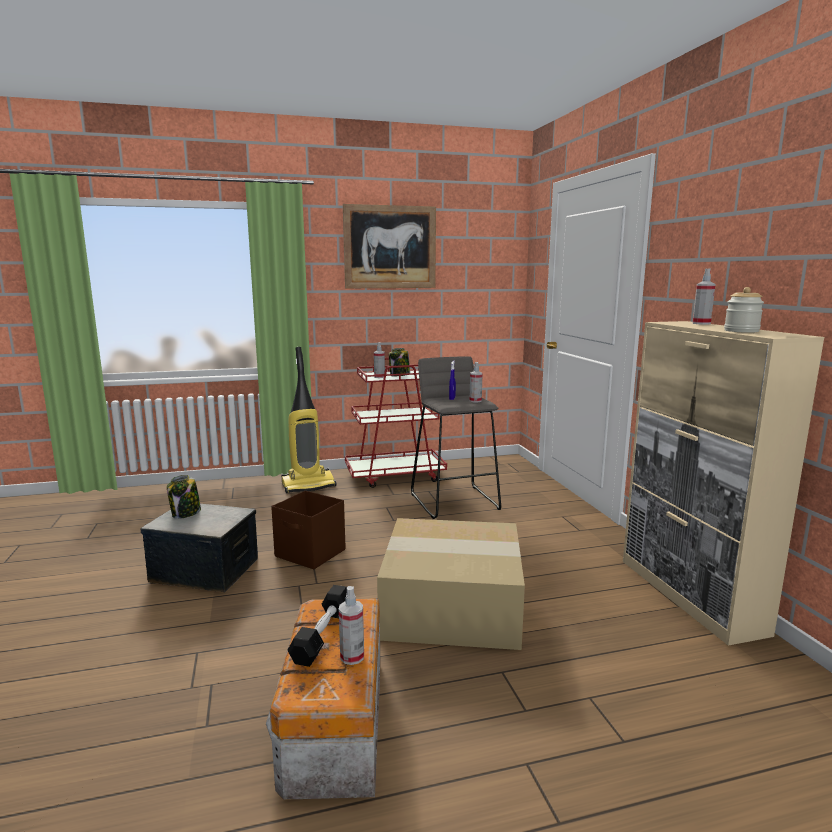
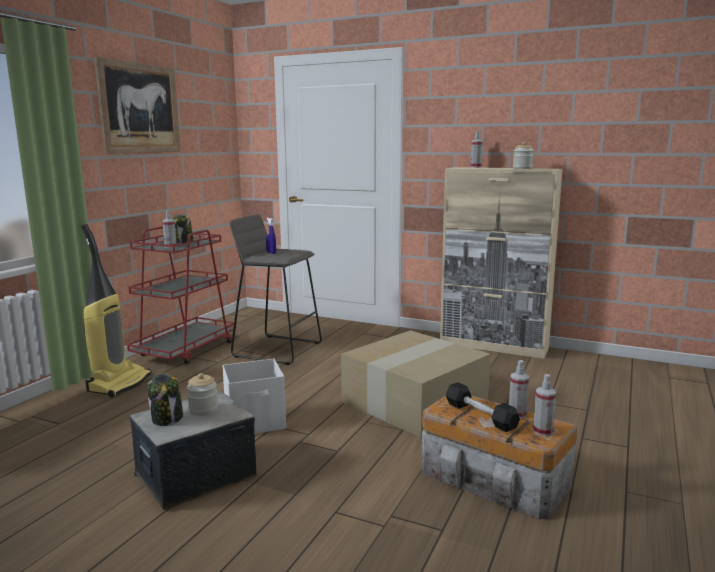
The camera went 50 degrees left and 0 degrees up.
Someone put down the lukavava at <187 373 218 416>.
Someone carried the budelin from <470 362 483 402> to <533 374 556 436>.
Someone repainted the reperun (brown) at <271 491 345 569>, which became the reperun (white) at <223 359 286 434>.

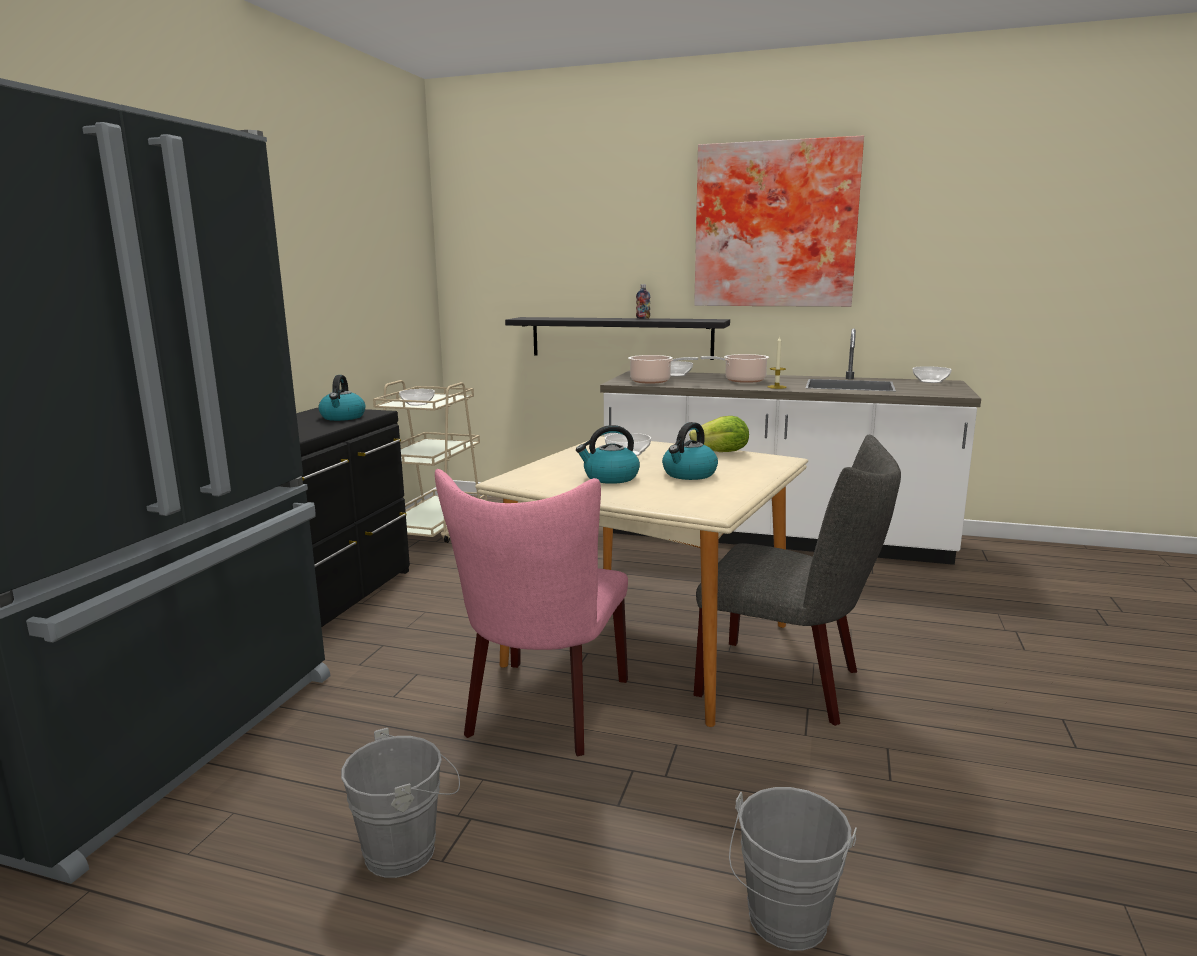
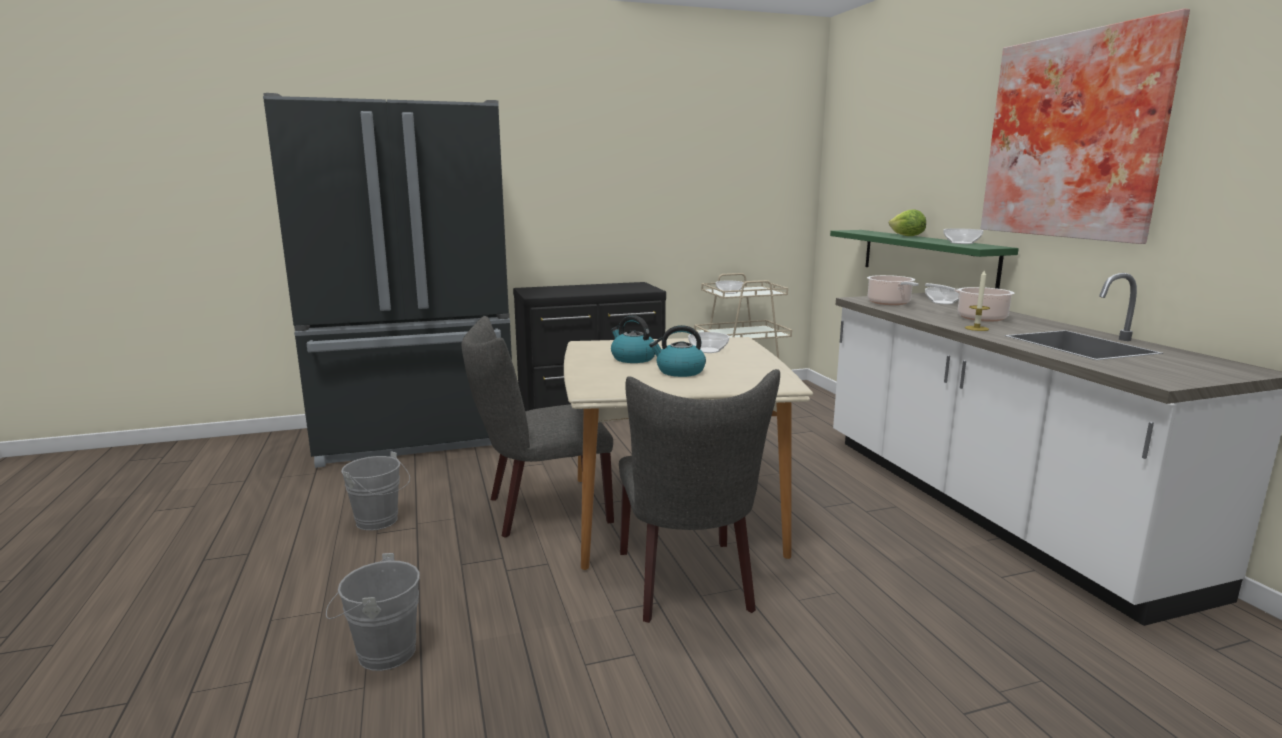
The camera went 55 degrees right and 0 degrees up.
Someone took away the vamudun at <318 375 365 421>.
Someone took away the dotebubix at <636 284 650 319>.
Someone carried the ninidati from <689 416 749 452> to <889 210 926 236>.
Someone carried the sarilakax from <913 366 952 383> to <943 228 984 244>.
Someone repainted the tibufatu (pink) at <435 469 628 756>, which became the tibufatu (grey) at <462 316 614 538>.
Someone repainted the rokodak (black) at <505 317 730 360>, which became the rokodak (green) at <830 230 1019 289>.

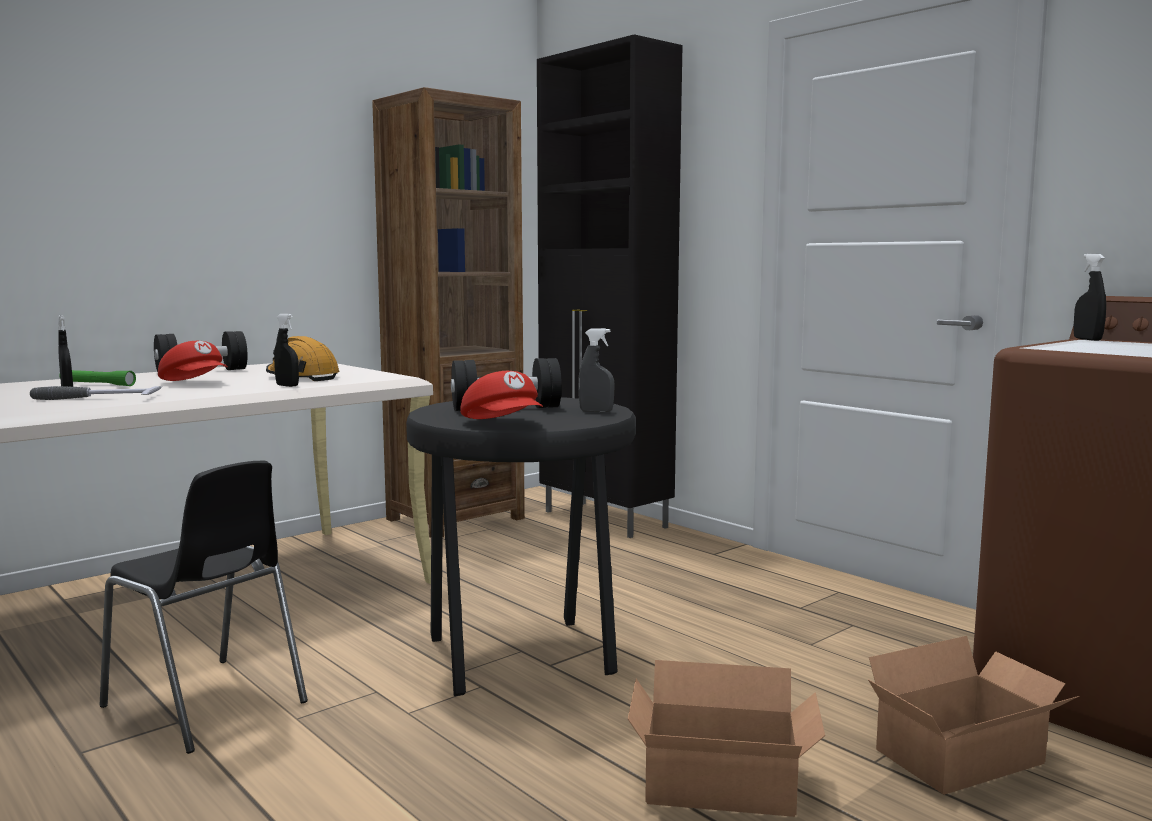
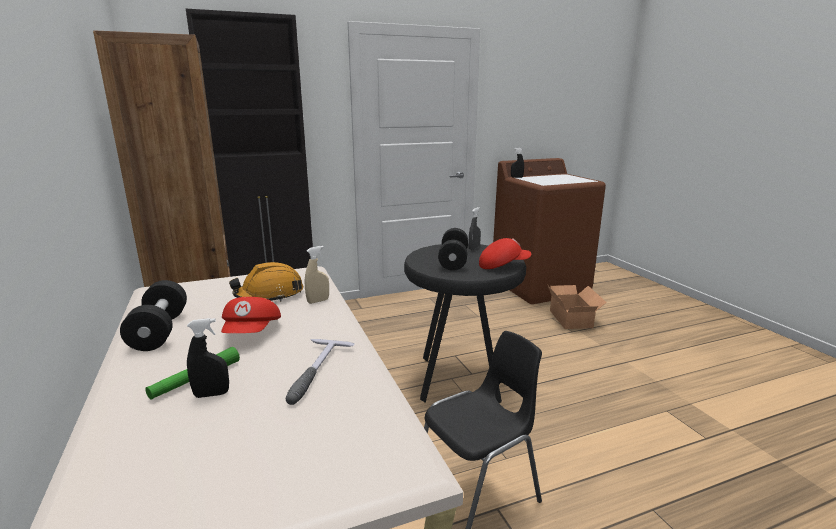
The camera went 70 degrees left and 10 degrees up.
Someone took away the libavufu at <628 660 825 817>.
Someone repainted the budelin (black) at <274 314 299 387>, which became the budelin (beige) at <305 246 329 304>.
Someone rotated the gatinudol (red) at <158 341 228 381> by 120 degrees clockwise.

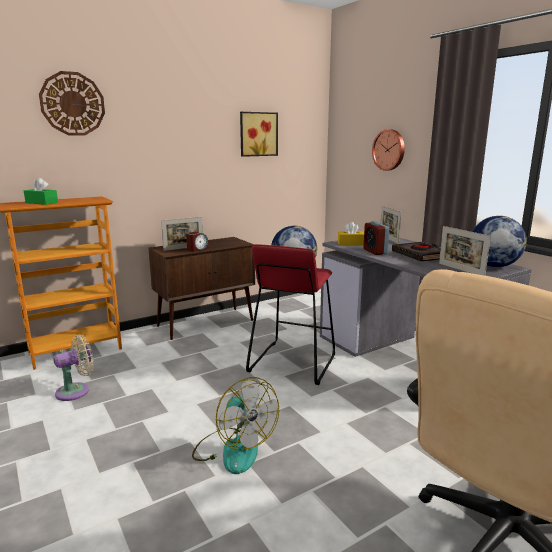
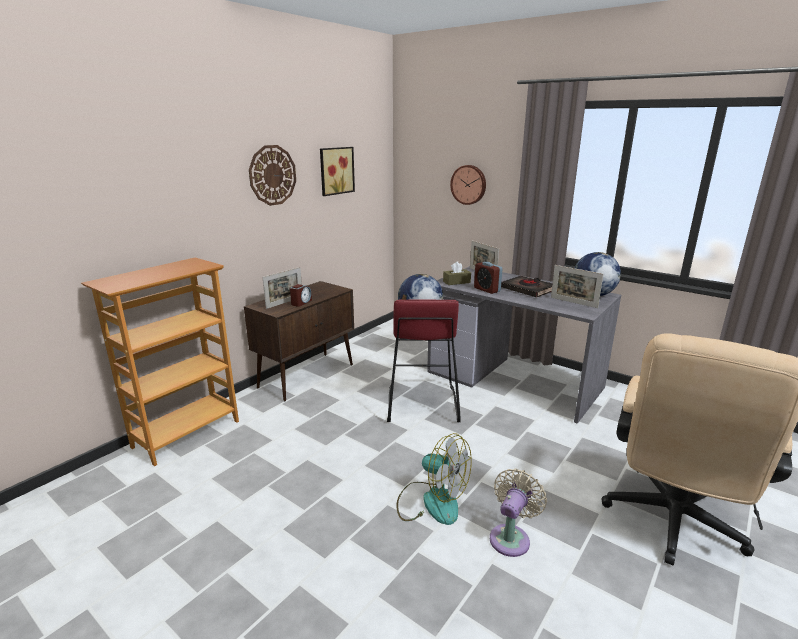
The camera went 20 degrees left and 5 degrees up.
Someone took away the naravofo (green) at <24 178 58 205>.
Someone carried the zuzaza from <39 71 105 135> to <249 145 296 206>.
Someone carried the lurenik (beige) from <53 335 94 401> to <490 468 547 557>.
Someone repainted the naravofo (yellow) at <338 222 364 246>, which became the naravofo (brown) at <443 261 471 285>.

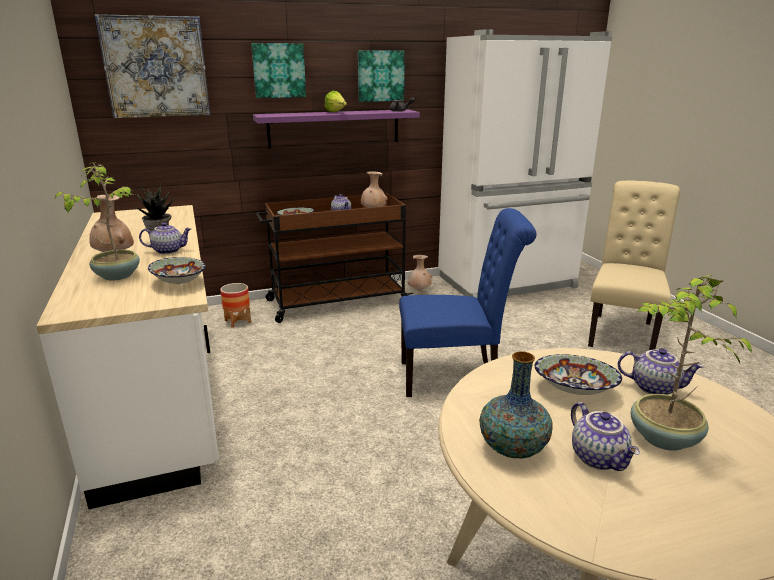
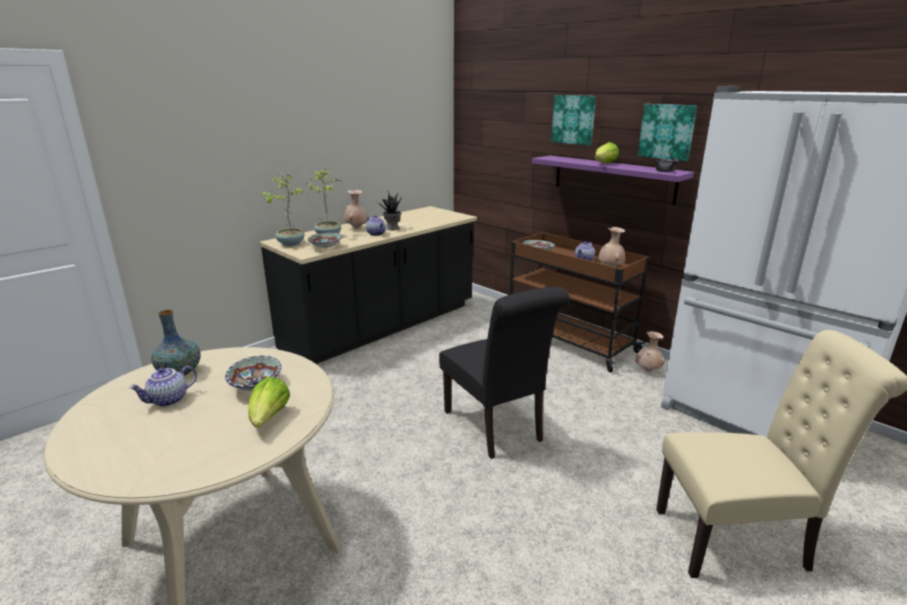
The camera went 65 degrees right and 0 degrees up.
Someone took away the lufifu at <95 14 211 118>.
Someone took away the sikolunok at <220 283 251 328>.
Someone carried the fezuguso from <631 275 752 451> to <262 174 305 246>.
Someone swapped the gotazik at <618 348 704 395> for the ninidati at <248 377 290 428>.
Someone repainted the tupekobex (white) at <37 205 219 510>, which became the tupekobex (black) at <259 206 477 364>.
Someone repainted the tibufatu (blue) at <399 208 537 397>, which became the tibufatu (black) at <439 287 570 459>.

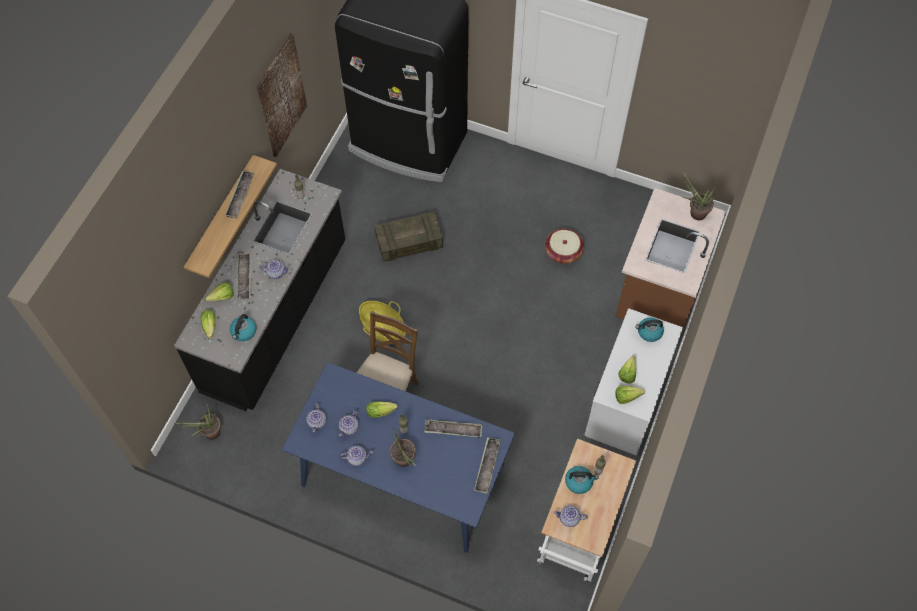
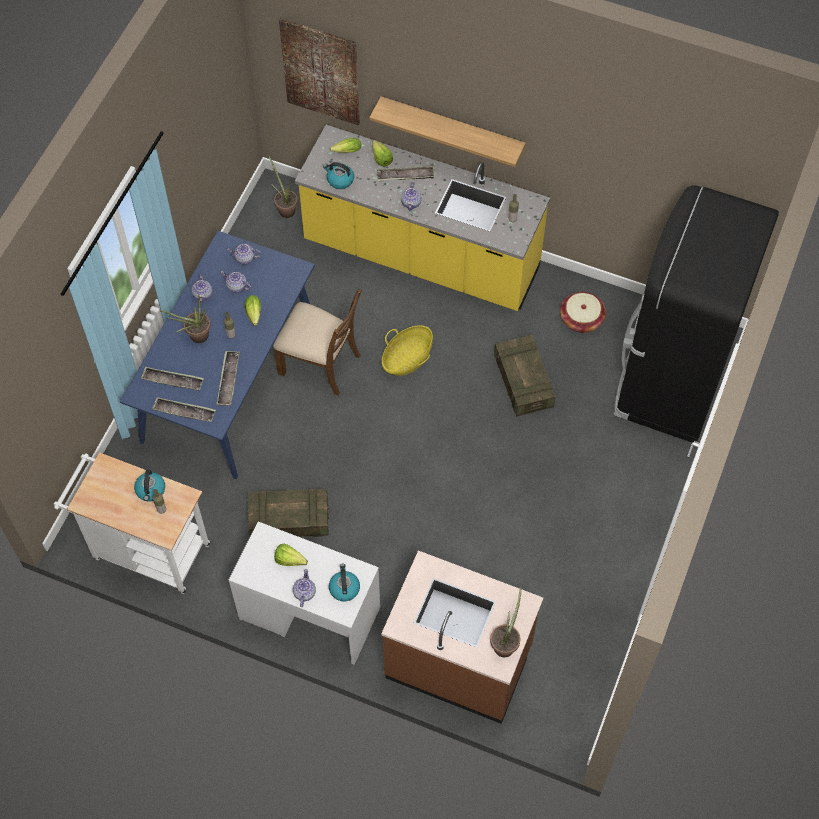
The camera went 90 degrees right and 0 degrees up.
Someone took away the ninidati at <615 386 645 404>.
Someone put down the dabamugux at <247 488 329 537>.
Someone carried the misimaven from <225 170 255 218> to <141 367 204 390>.
Someone carried the lufifu from <256 33 307 157> to <279 18 360 125>.
Someone carried the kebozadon from <545 229 584 264> to <560 292 606 333>.
Someone carried the gotazik from <553 505 588 527> to <293 569 316 607>.
Someone repainted the tupekobex (black) at <174 169 345 411>, which became the tupekobex (yellow) at <295 125 550 311>.

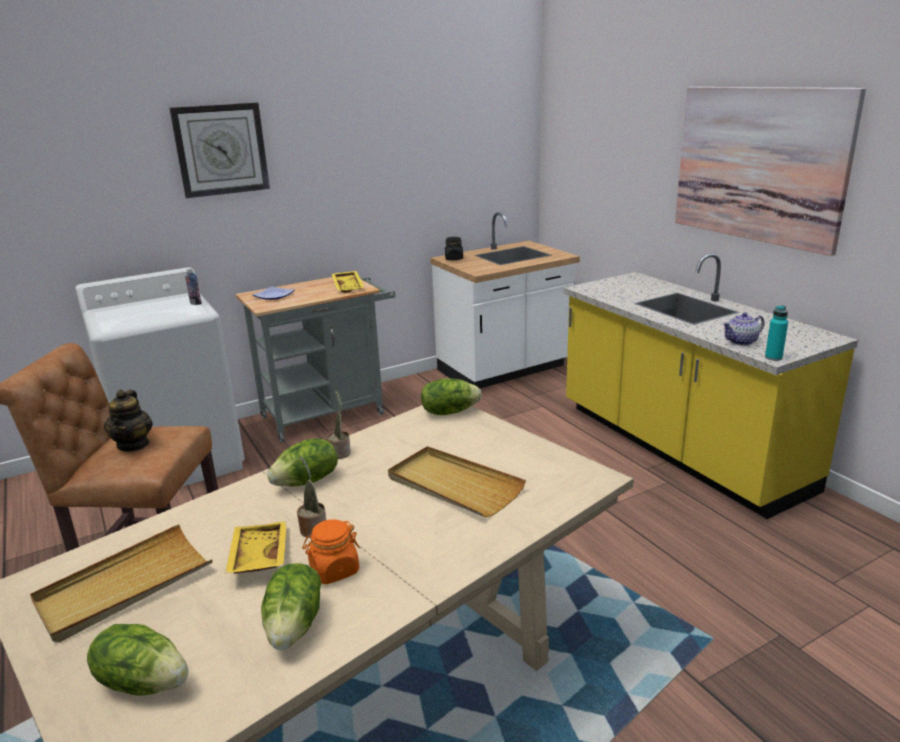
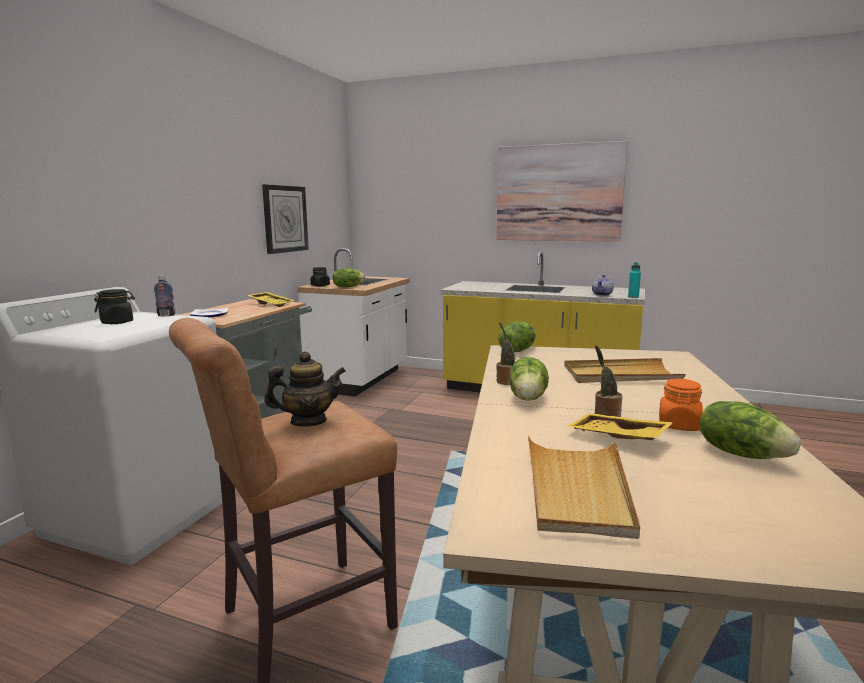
The camera went 40 degrees left and 10 degrees down.
Someone put down the lukavava (black) at <94 289 135 324>.
Someone carried the ninidati from <87 624 189 696> to <333 268 366 287>.
Someone carried the zuzaza from <169 103 270 198> to <262 184 309 254>.
Someone rotated the gotazik at <104 390 153 452> by 60 degrees counterclockwise.

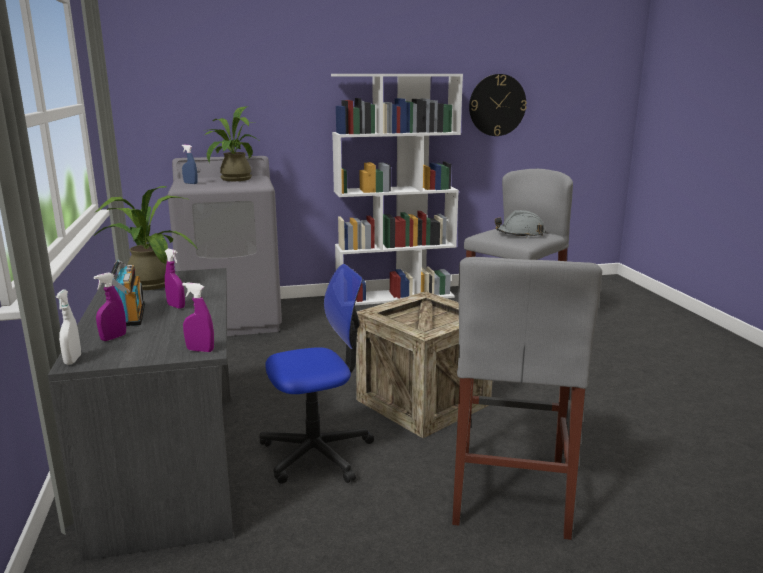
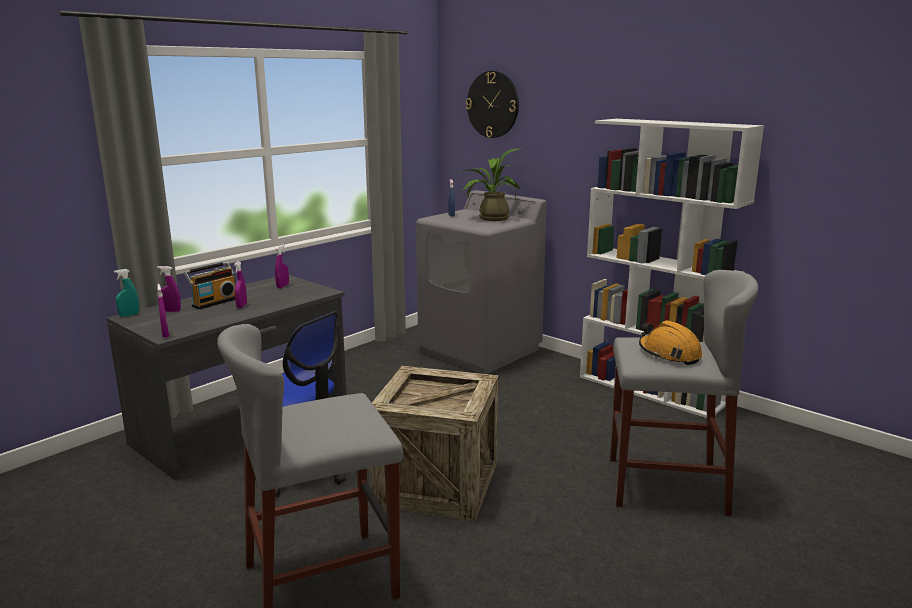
The camera went 55 degrees right and 0 degrees up.
Someone carried the zuzaza from <469 74 527 136> to <466 71 519 138>.
Someone swapped the fezuguso at <94 186 198 290> for the budelin (purple) at <275 244 289 288>.
Someone repainted the budelin (white) at <56 289 81 365>, which became the budelin (turquoise) at <114 269 139 317>.
Someone repainted the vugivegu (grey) at <495 210 545 237>, which became the vugivegu (orange) at <639 320 702 365>.

